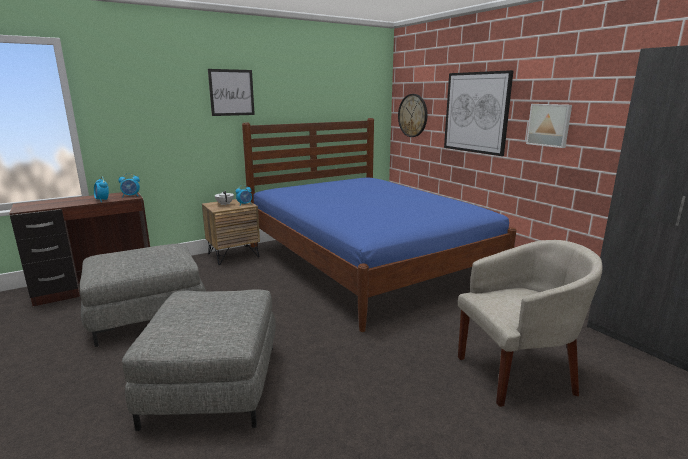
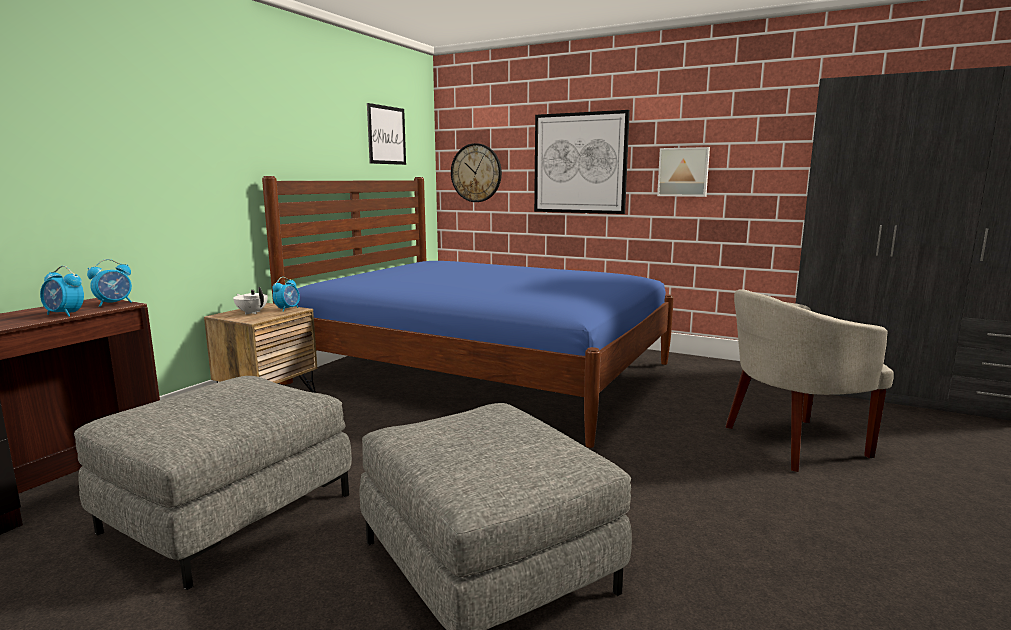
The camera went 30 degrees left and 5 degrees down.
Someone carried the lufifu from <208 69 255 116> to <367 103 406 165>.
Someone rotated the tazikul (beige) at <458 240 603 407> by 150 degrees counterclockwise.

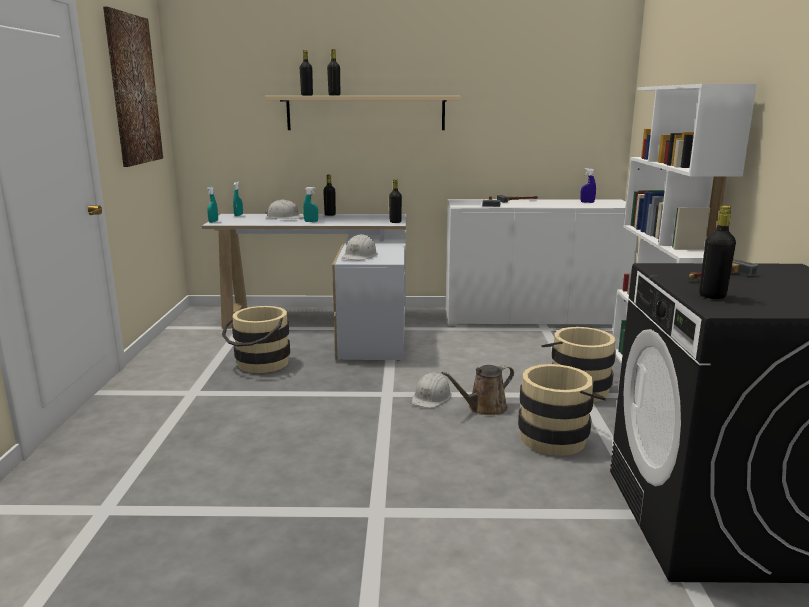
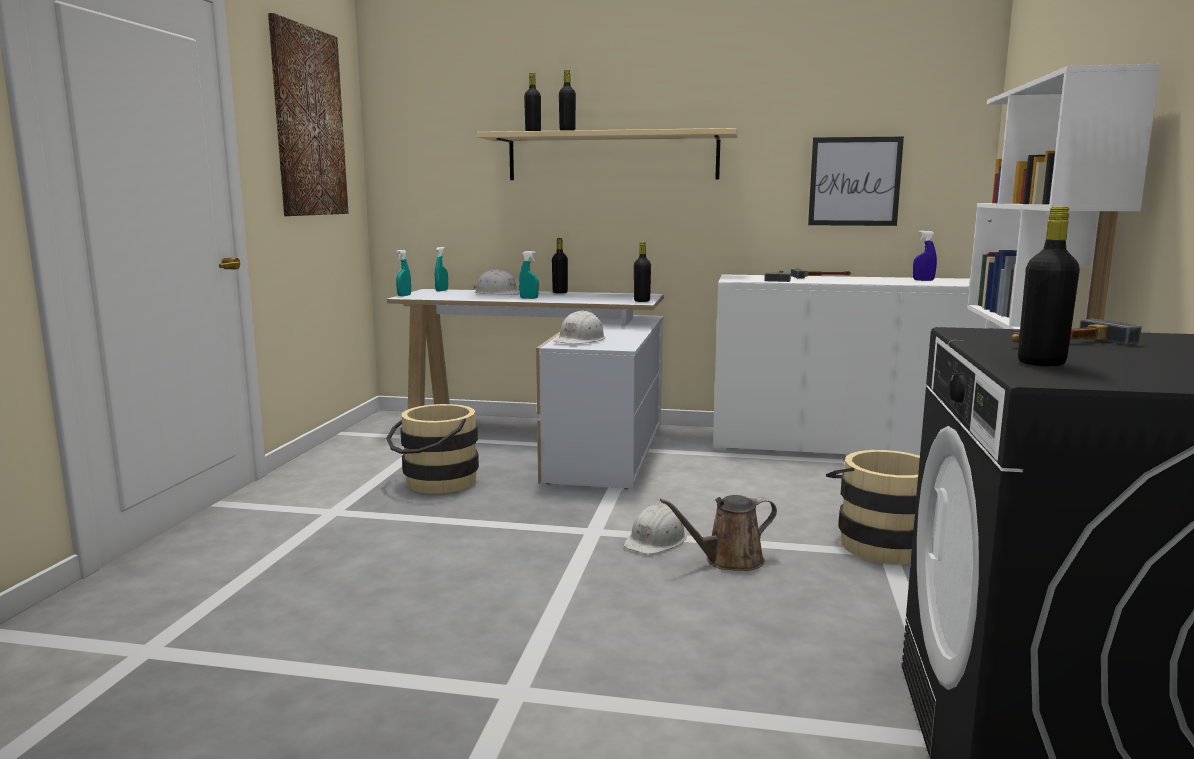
The camera went 10 degrees right and 5 degrees down.
Someone took away the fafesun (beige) at <518 364 606 456>.
Someone put up the lufifu at <808 137 904 226>.

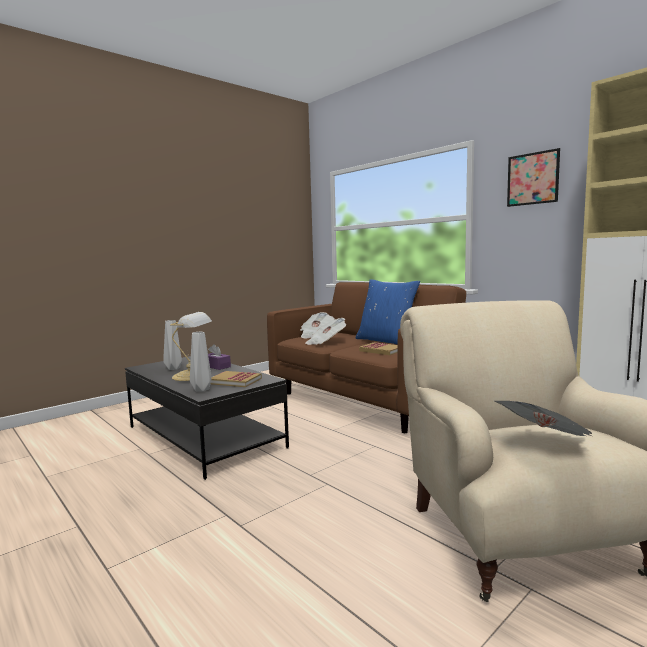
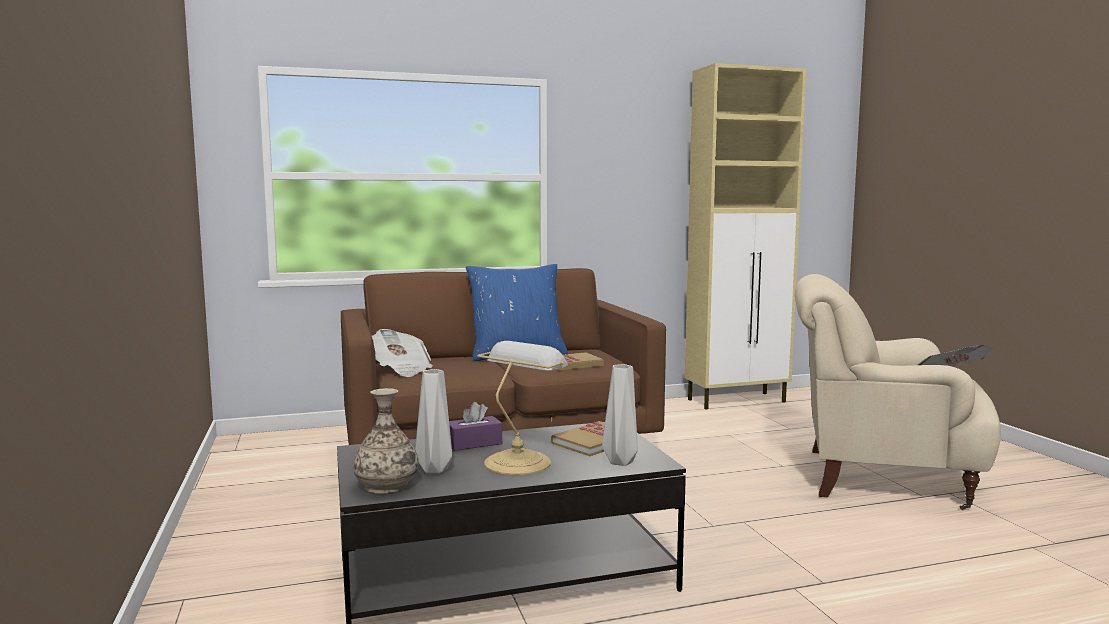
The camera went 65 degrees left and 0 degrees up.
Someone took away the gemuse at <305 318 346 345>.
Someone took away the lufifu at <507 148 560 207>.
Someone put down the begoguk at <353 388 419 494>.

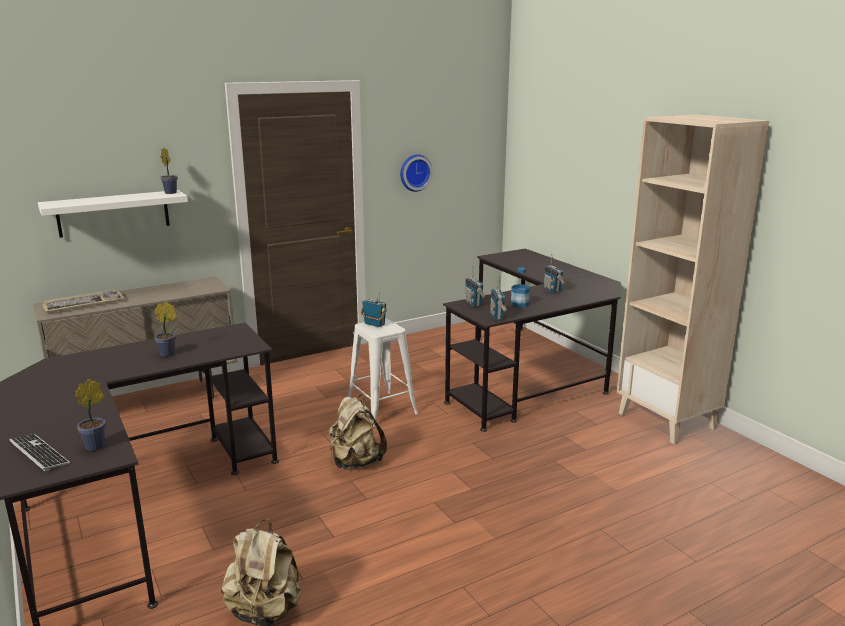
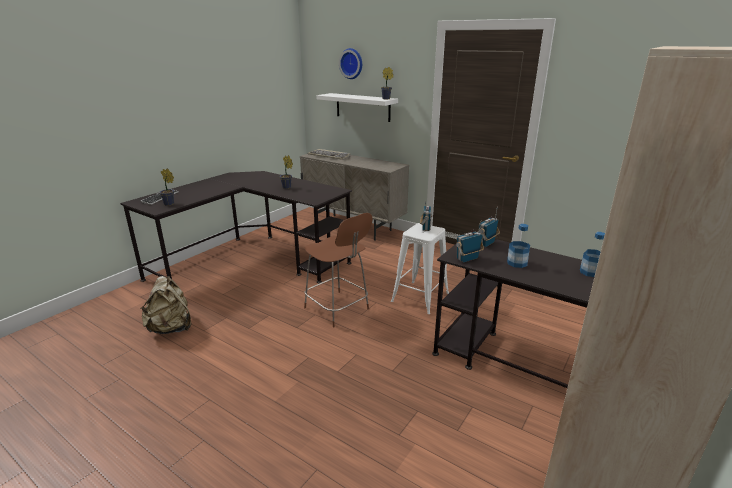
The camera went 65 degrees right and 5 degrees up.
Someone carried the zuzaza from <400 154 433 192> to <339 48 362 79>.
Someone swapped the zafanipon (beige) at <329 394 387 469> for the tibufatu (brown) at <304 213 373 327>.
Someone swapped the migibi at <544 254 565 293> for the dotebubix at <580 232 605 277>.

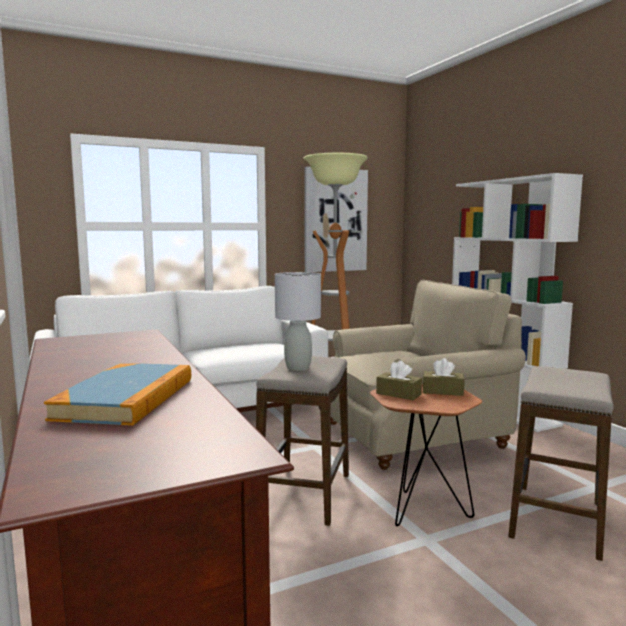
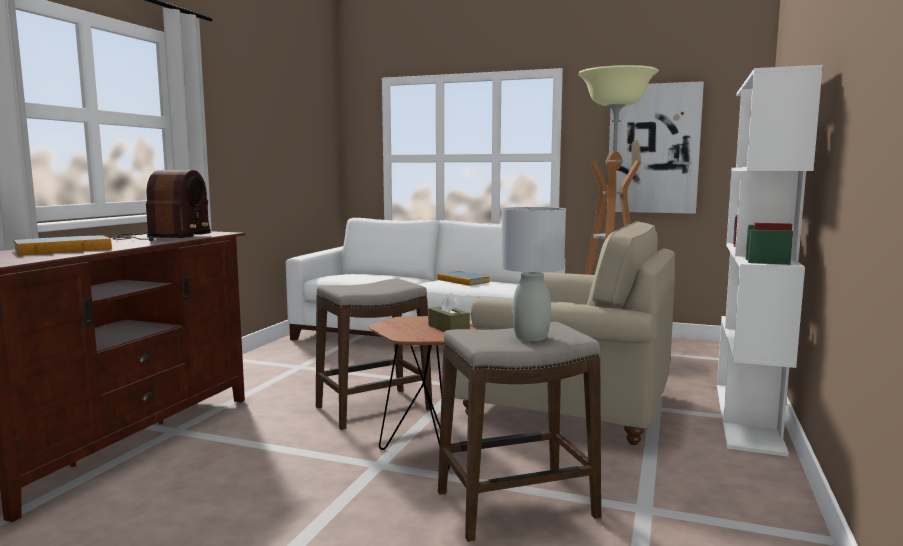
The camera went 45 degrees right and 0 degrees up.
Someone took away the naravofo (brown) at <376 361 422 400>.
Someone put down the migibi at <113 170 211 242>.
Someone put down the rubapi at <438 271 490 286>.
Someone carried the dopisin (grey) from <275 272 321 371> to <501 207 566 341>.

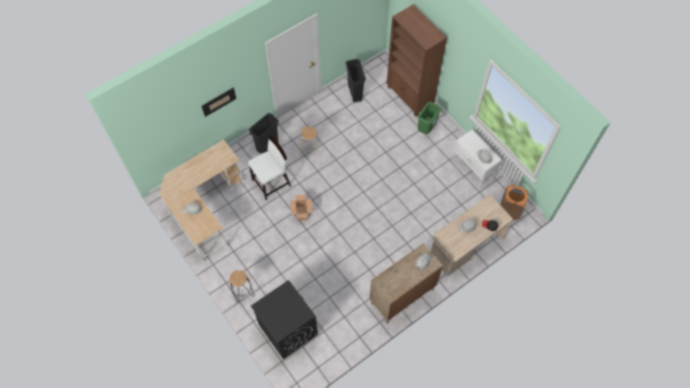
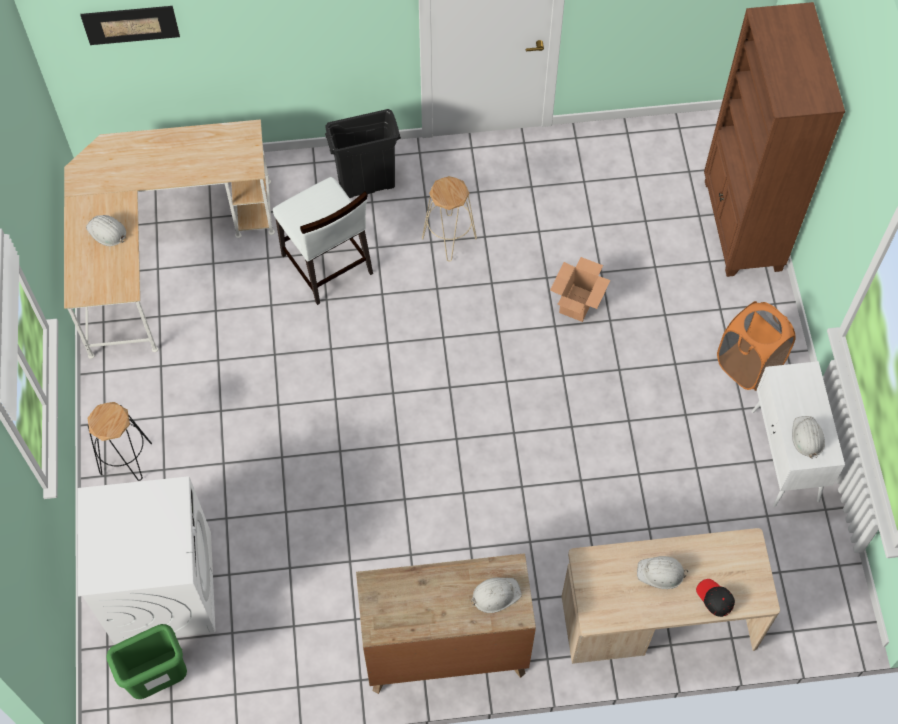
The camera went 30 degrees right and 0 degrees up.
Someone took away the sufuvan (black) at <345 59 366 103>.
Someone carried the lufifu from <202 87 236 117> to <81 6 180 45>.
Someone carried the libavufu from <290 195 313 221> to <550 257 610 322>.
Someone carried the sufuvan (green) from <418 102 441 134> to <106 624 187 699>.
Someone carried the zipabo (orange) from <500 185 529 220> to <717 301 796 391>.
Someone repainted the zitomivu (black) at <251 280 318 359>, which became the zitomivu (white) at <78 476 216 644>.
Someone rotated the tibufatu (white) at <248 136 291 200> by 60 degrees clockwise.

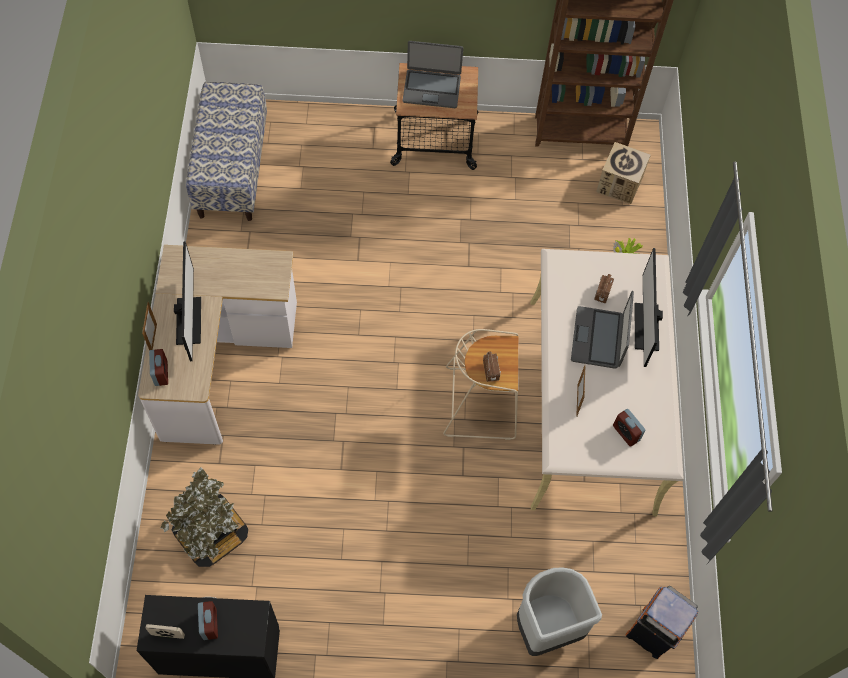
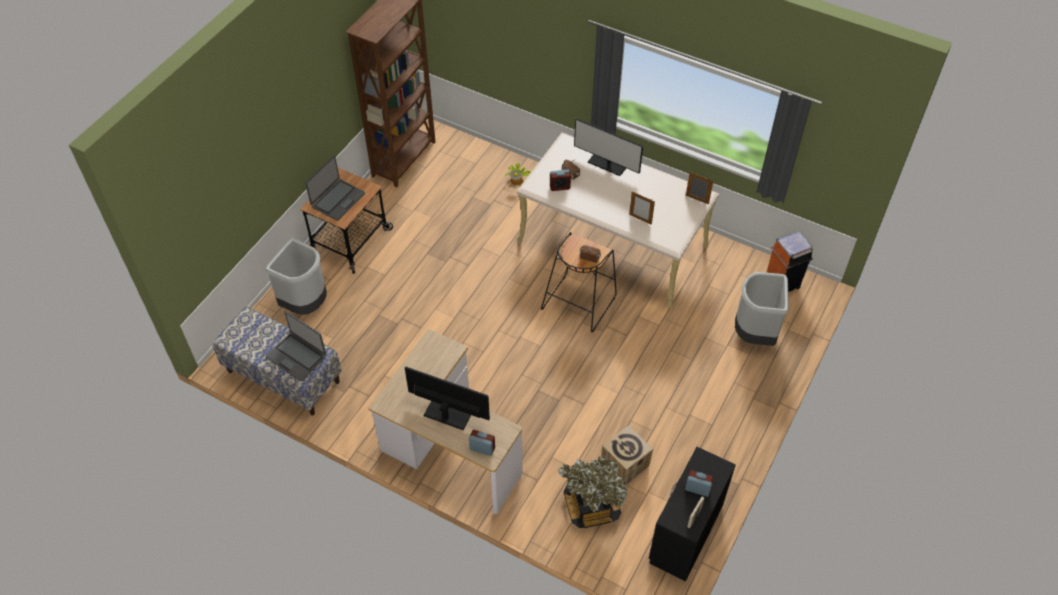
The camera went 60 degrees left and 10 degrees down.
Someone put down the sufuvan (grey) at <266 239 327 315>.
Someone carried the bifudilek from <142 302 157 351> to <686 172 713 205>.
Someone carried the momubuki from <571 291 634 369> to <266 311 326 381>.
Someone carried the libavufu from <596 142 651 204> to <601 425 653 486>.
Someone carried the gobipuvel from <613 409 646 447> to <550 170 571 191>.
Someone repainted the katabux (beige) at <443 329 518 440>, which became the katabux (black) at <541 232 617 332>.

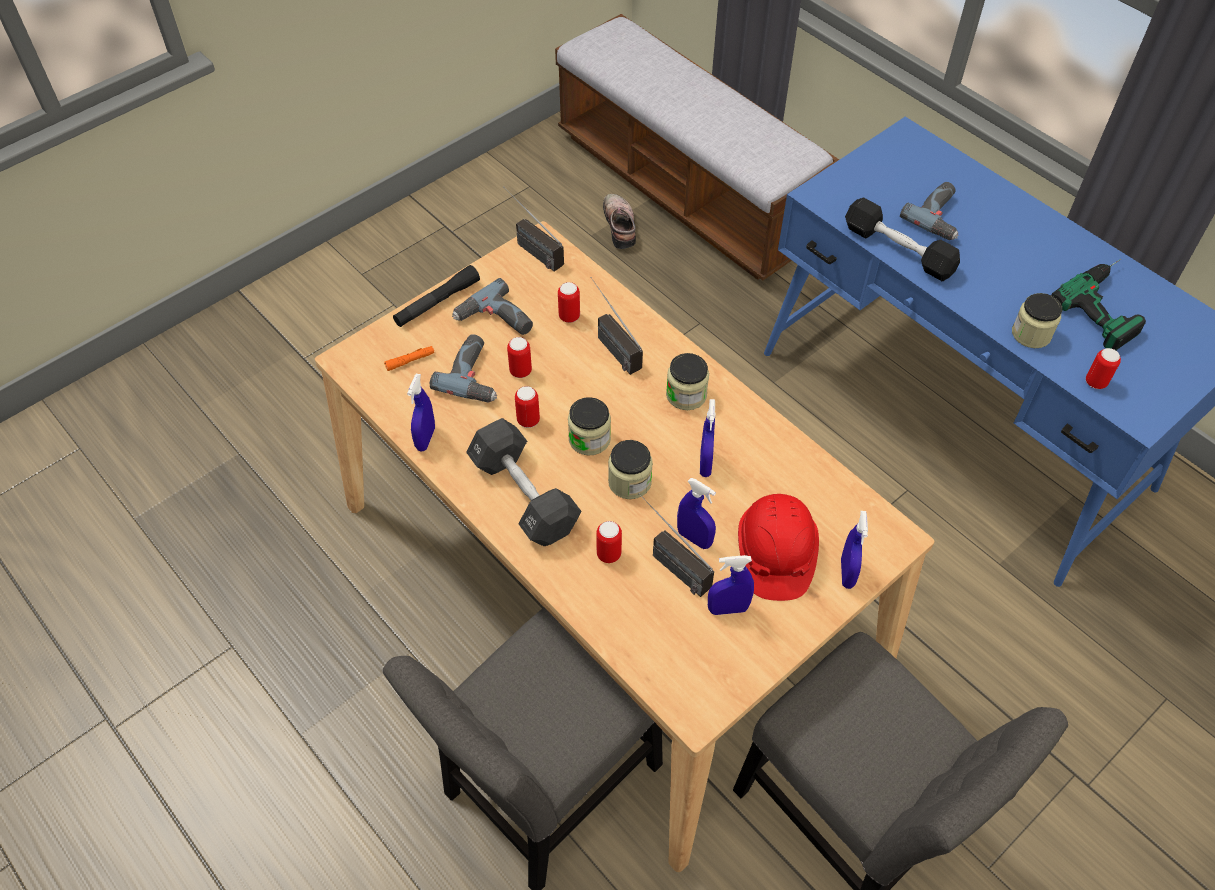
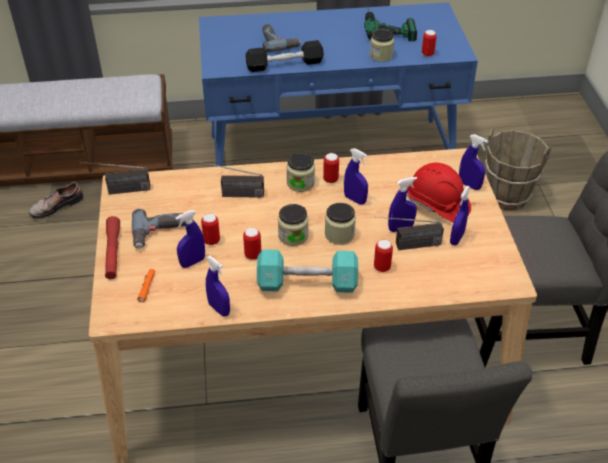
The camera went 55 degrees left and 10 degrees down.
Someone put down the fafesun (brown) at <485 128 552 210>.
Someone carried the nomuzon from <558 282 580 323> to <323 153 339 183>.
Someone swapped the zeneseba at <430 334 497 403> for the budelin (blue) at <175 210 205 268>.
Someone repainted the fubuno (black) at <393 265 480 327>, which became the fubuno (red) at <105 216 120 279>.
Someone repainted the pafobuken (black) at <466 418 582 546>, which became the pafobuken (turquoise) at <257 250 358 293>.
Someone rotated the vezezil at <603 194 636 249> by 60 degrees counterclockwise.

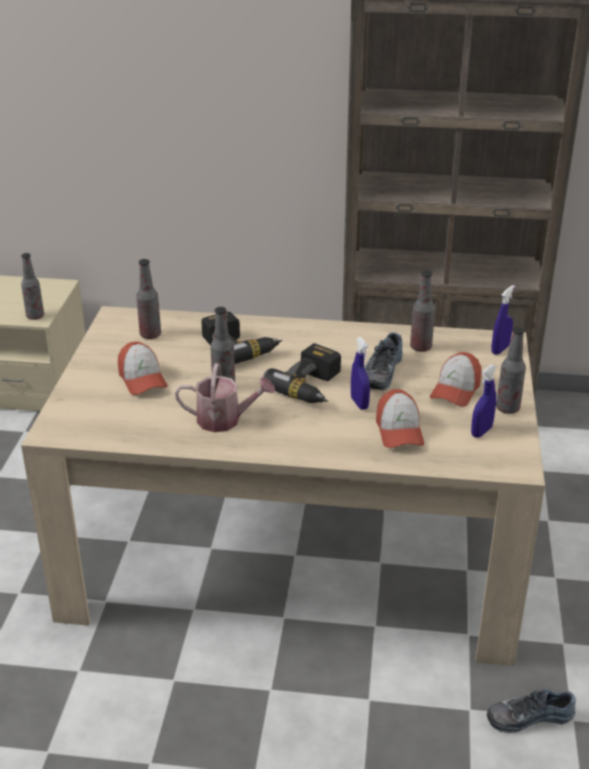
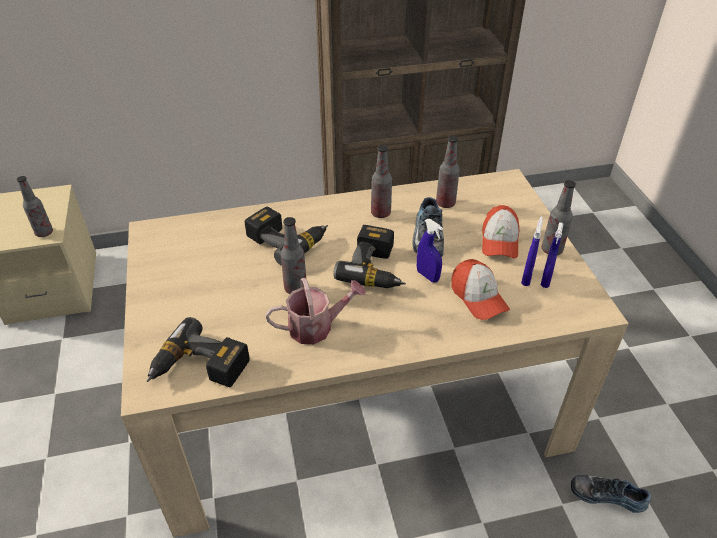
The camera went 20 degrees left and 10 degrees up.
Someone took away the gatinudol at <118 342 168 395>.
Someone put down the zeneseba at <147 317 250 388>.
Someone carried the dotebubix from <136 259 161 339> to <371 145 392 218>.
Someone carried the budelin (blue) from <491 285 515 355> to <521 217 543 286>.
Someone rotated the vezezil at <487 689 576 733> by 45 degrees clockwise.

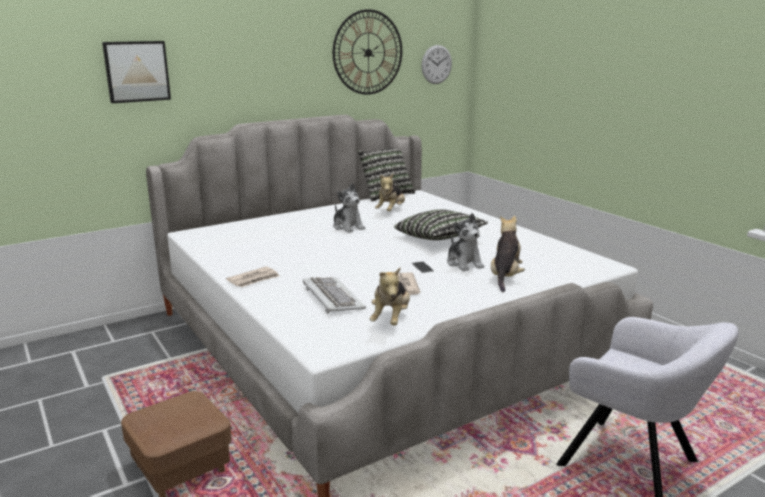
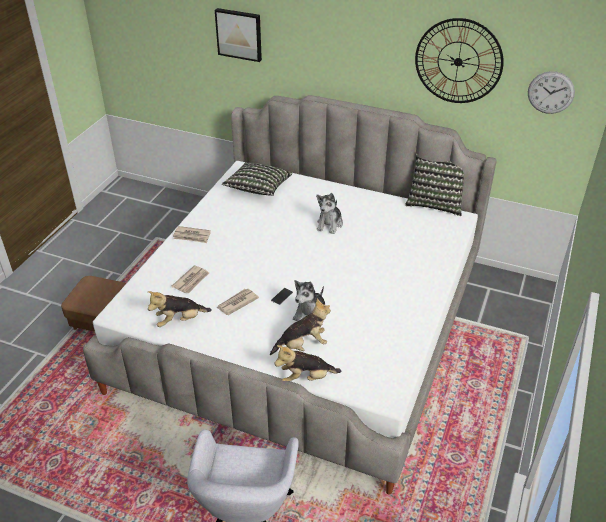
The camera went 55 degrees right and 20 degrees up.
Someone carried the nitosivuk from <375 173 405 211> to <274 345 341 381>.
Someone carried the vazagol from <394 209 488 240> to <222 162 292 196>.
Someone swapped the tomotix at <302 277 366 314> for the gemuse at <172 265 209 293>.

